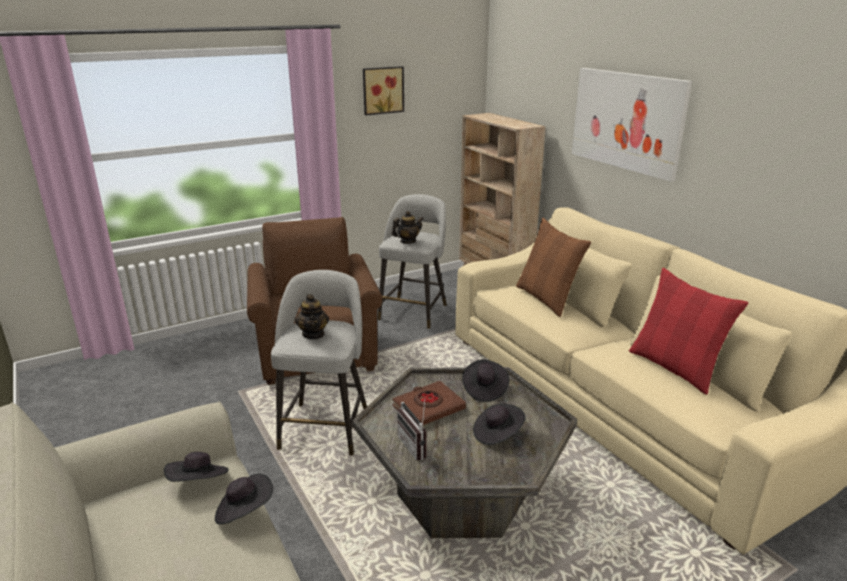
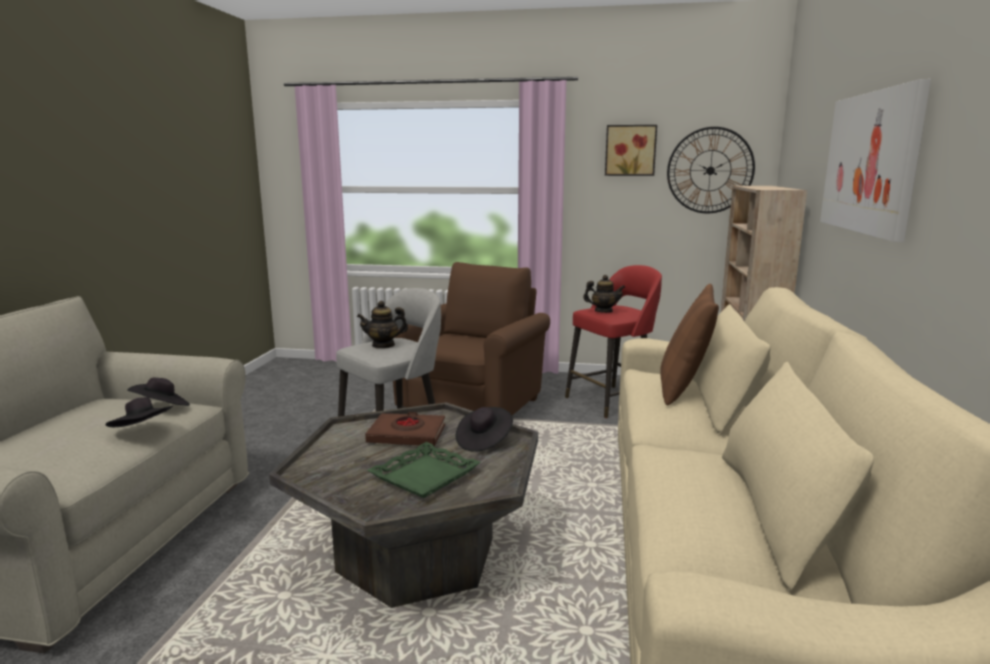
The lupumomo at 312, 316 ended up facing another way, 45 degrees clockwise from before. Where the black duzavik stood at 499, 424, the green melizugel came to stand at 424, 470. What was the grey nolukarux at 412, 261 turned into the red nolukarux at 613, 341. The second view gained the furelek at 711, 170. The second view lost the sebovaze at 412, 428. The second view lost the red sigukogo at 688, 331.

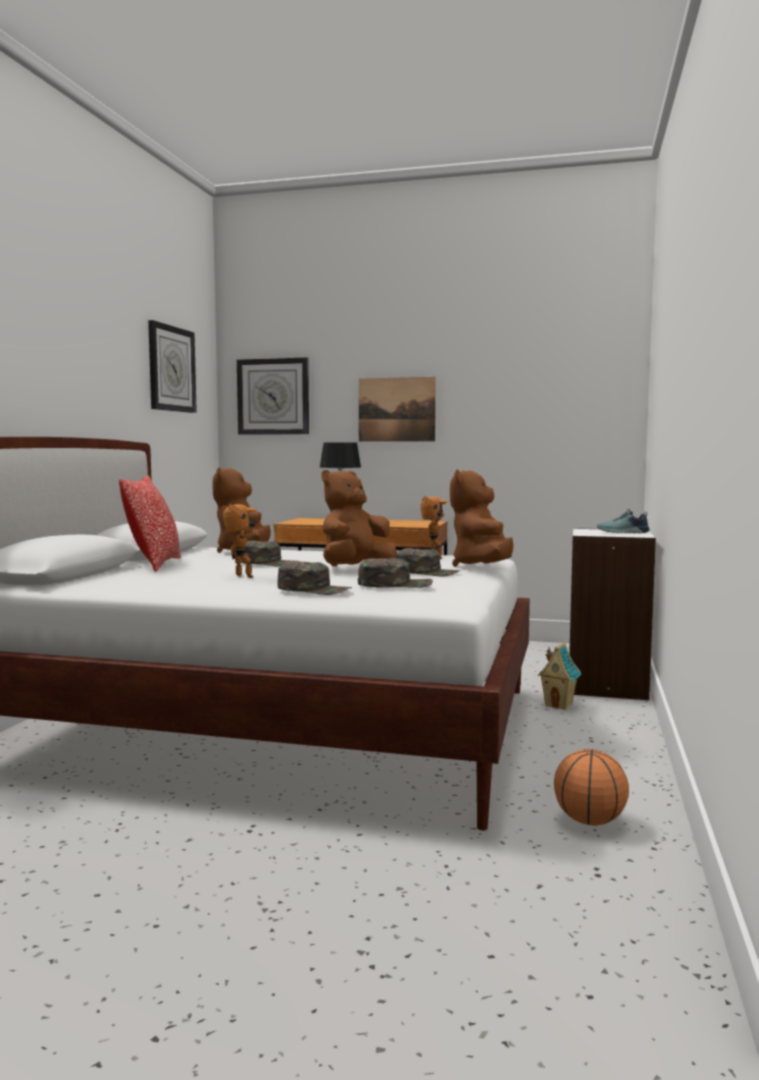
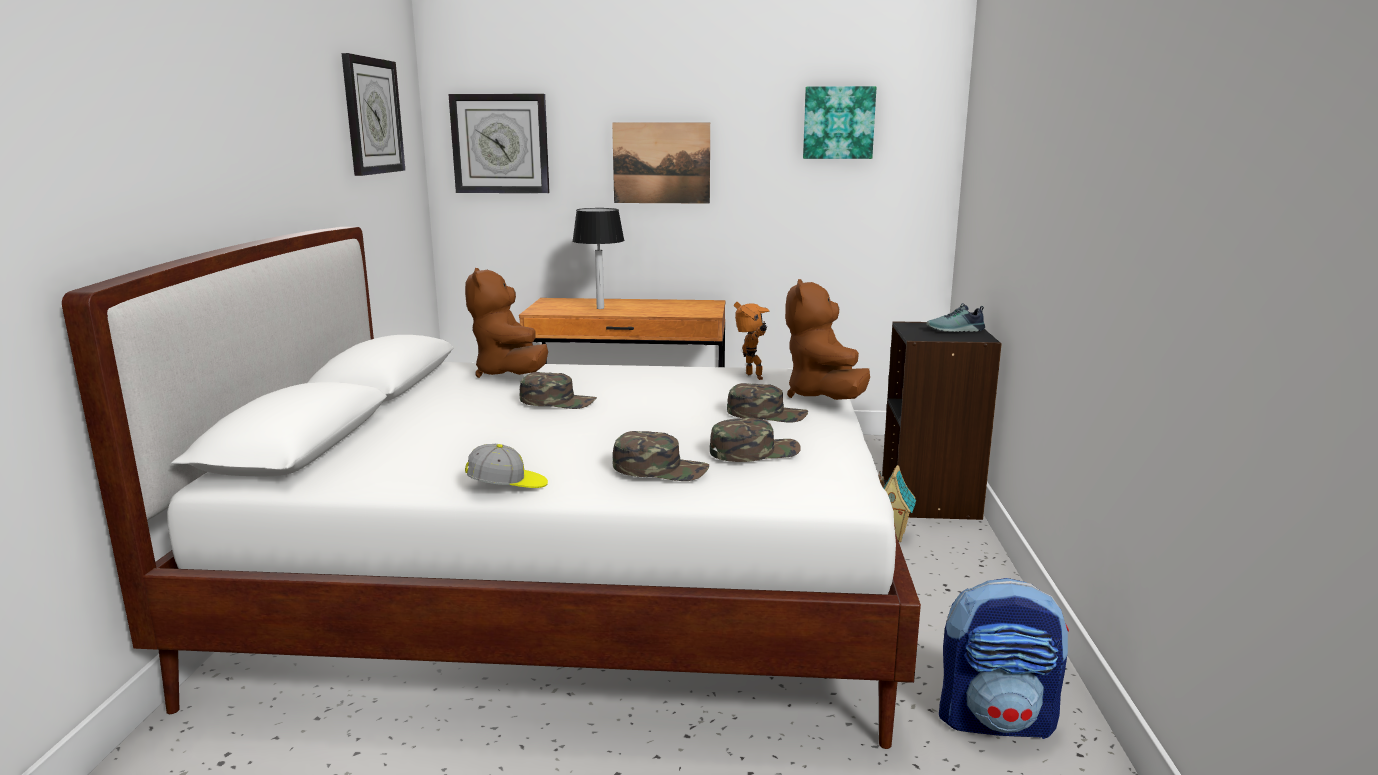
The second view gained the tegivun at 506, 466. The second view gained the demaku at 839, 122. What was the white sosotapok at 612, 614 turned into the black sosotapok at 942, 420. Where the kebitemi stood at 591, 787, the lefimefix came to stand at 1004, 658. The second view lost the sigukogo at 150, 524. The second view lost the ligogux at 238, 541. The second view lost the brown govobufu at 359, 518.

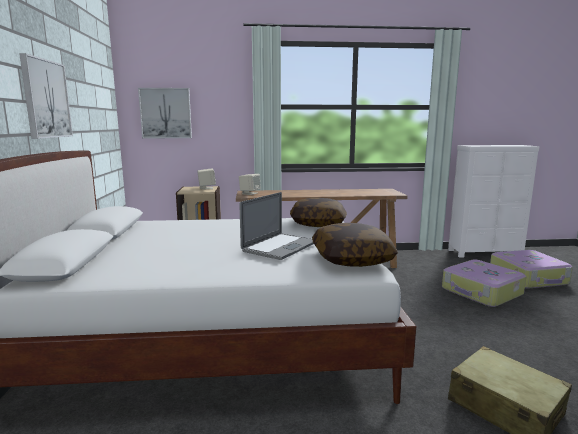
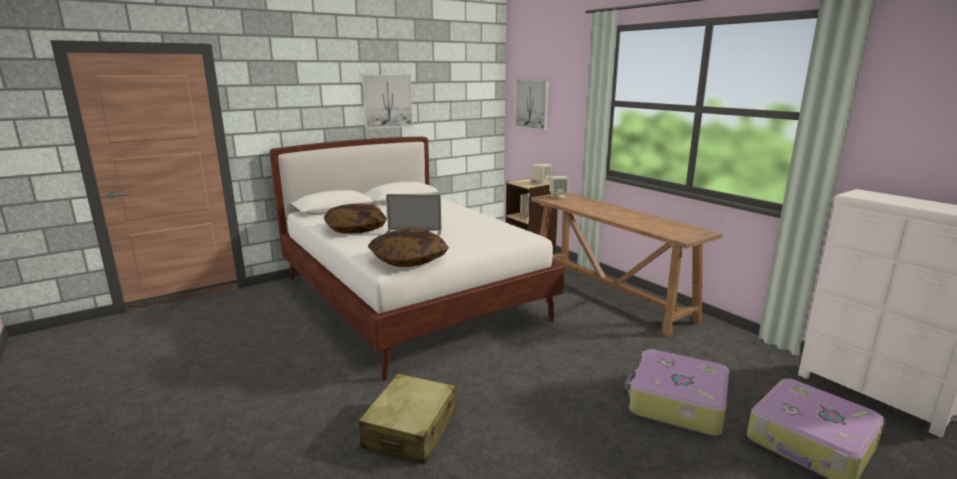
The sigukogo ended up elsewhere, having gone from 318, 212 to 355, 218.

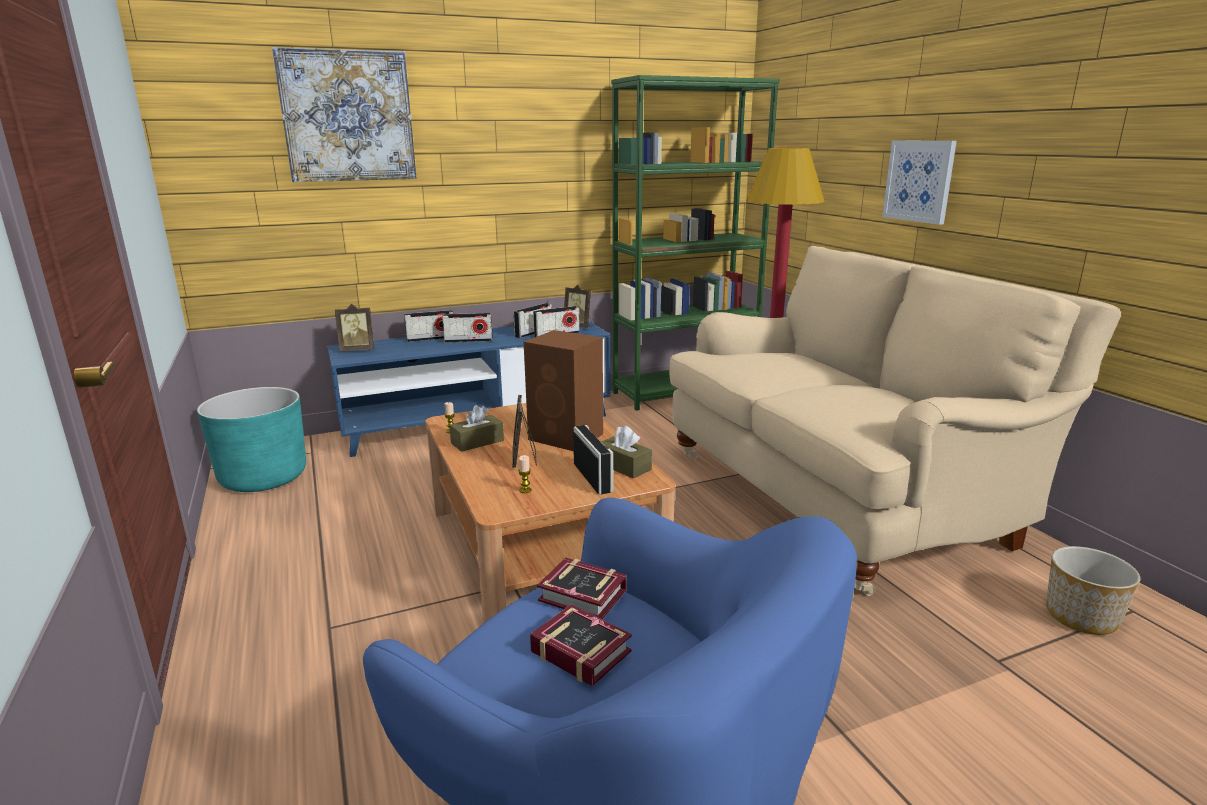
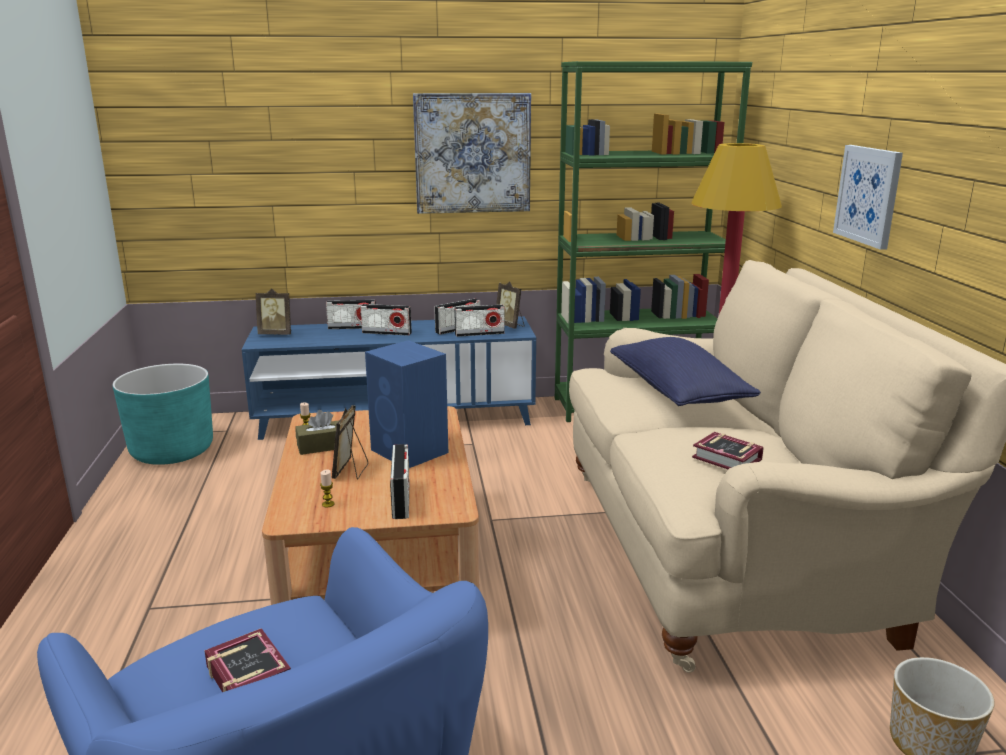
What was the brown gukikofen at 563, 390 turned into the blue gukikofen at 406, 404. The demaku ended up elsewhere, having gone from 344, 114 to 472, 153. The second view gained the blue sigukogo at 685, 371. The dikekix ended up elsewhere, having gone from 581, 588 to 728, 450. The second view lost the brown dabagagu at 626, 452.

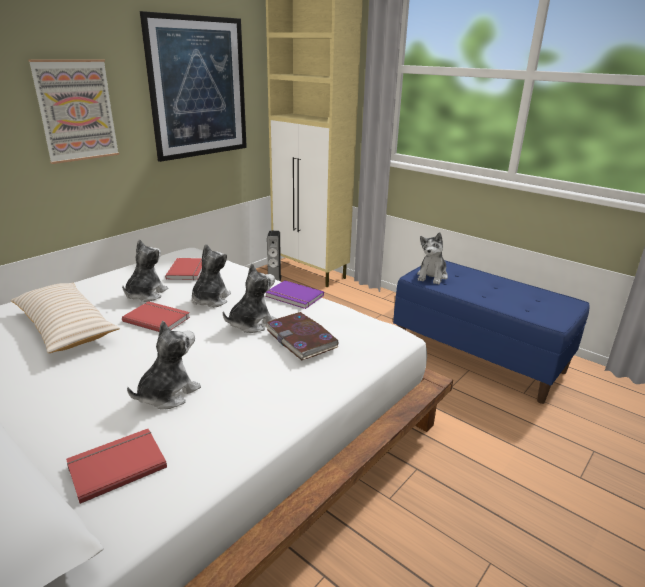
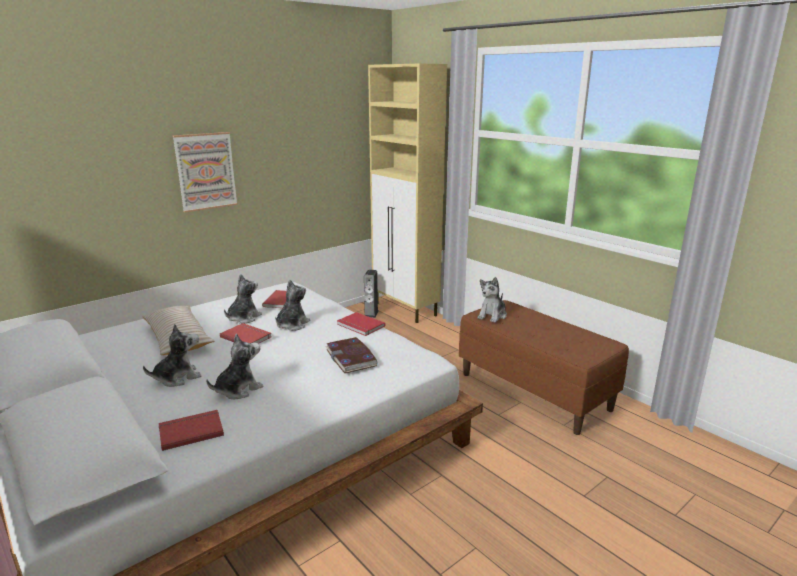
The govobufu ended up elsewhere, having gone from 249, 298 to 172, 355. What was the purple dikekix at 294, 294 turned into the red dikekix at 361, 324. What was the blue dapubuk at 491, 332 turned into the brown dapubuk at 544, 367. The second view lost the demaku at 193, 86.

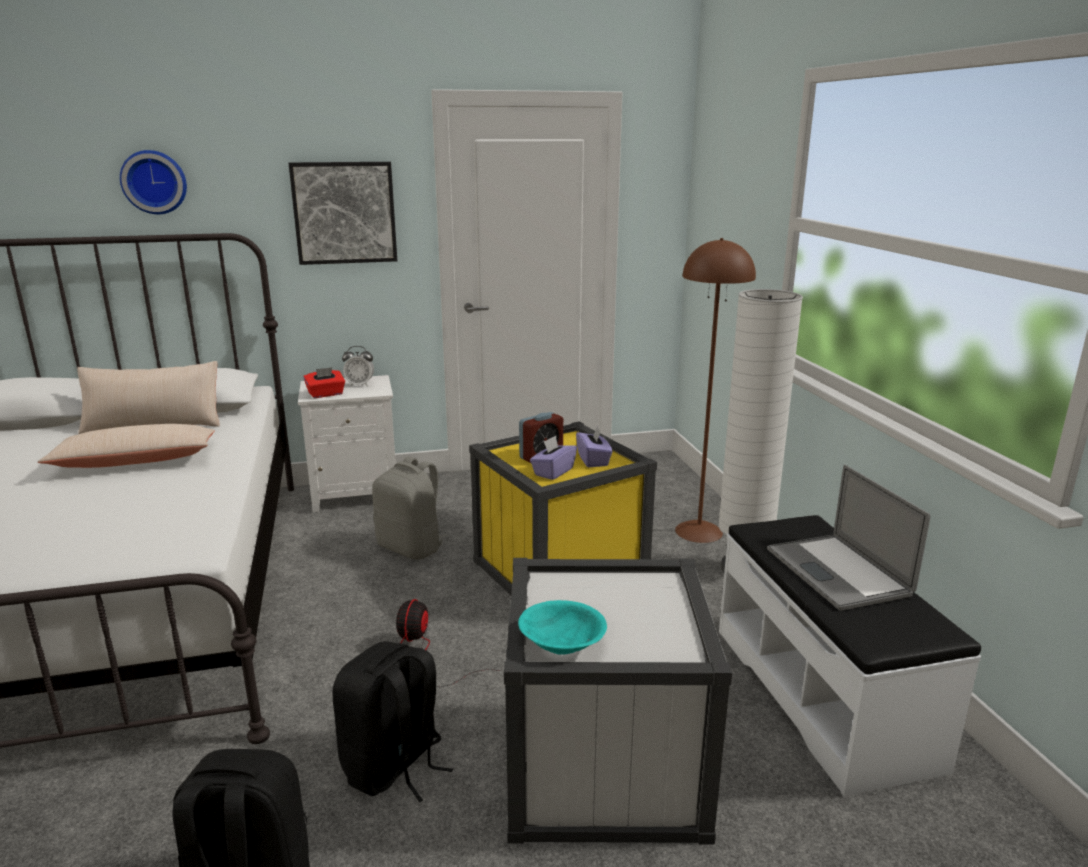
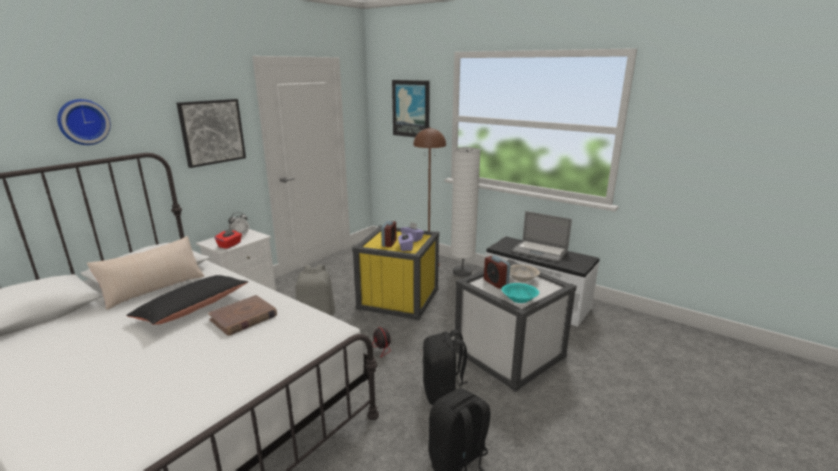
What was the beige sigukogo at 126, 446 turned into the black sigukogo at 187, 300. The second view gained the brown dikekix at 242, 315. The second view gained the demaku at 411, 108. The second view gained the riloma at 497, 272. The second view gained the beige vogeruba at 525, 273.

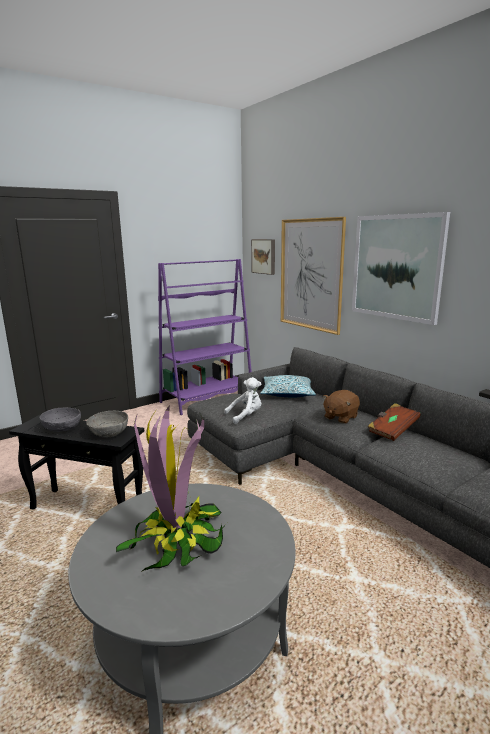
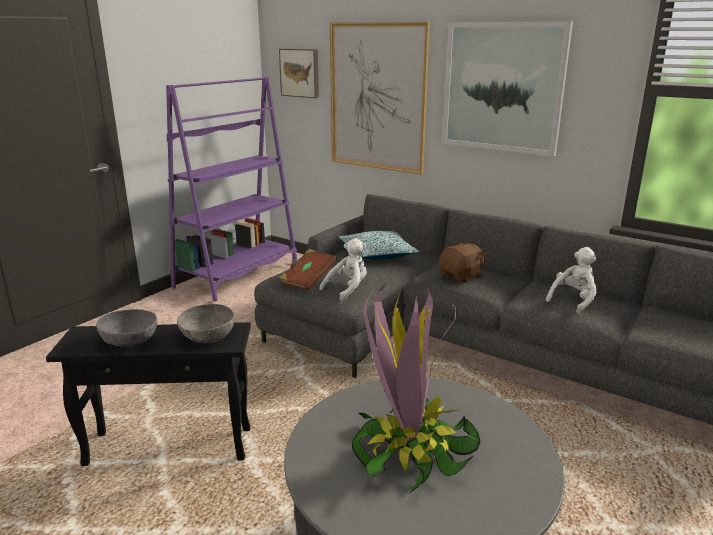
The brown dikekix ended up elsewhere, having gone from 394, 422 to 308, 270. The brown govobufu at 341, 407 ended up facing another way, 150 degrees counterclockwise from before. The second view gained the white govobufu at 571, 280.

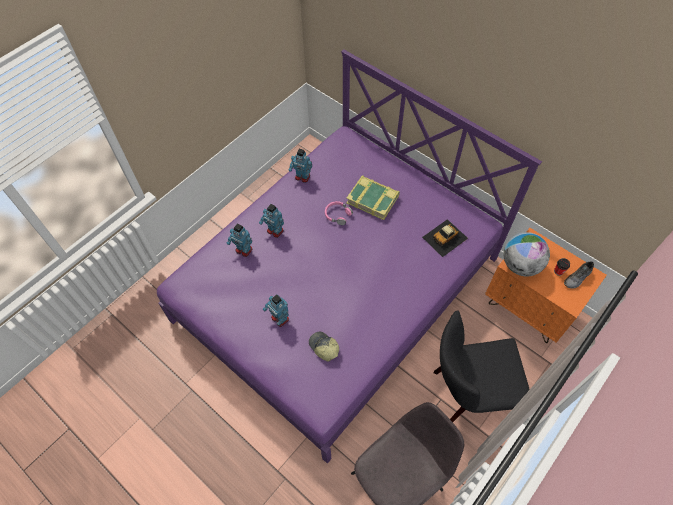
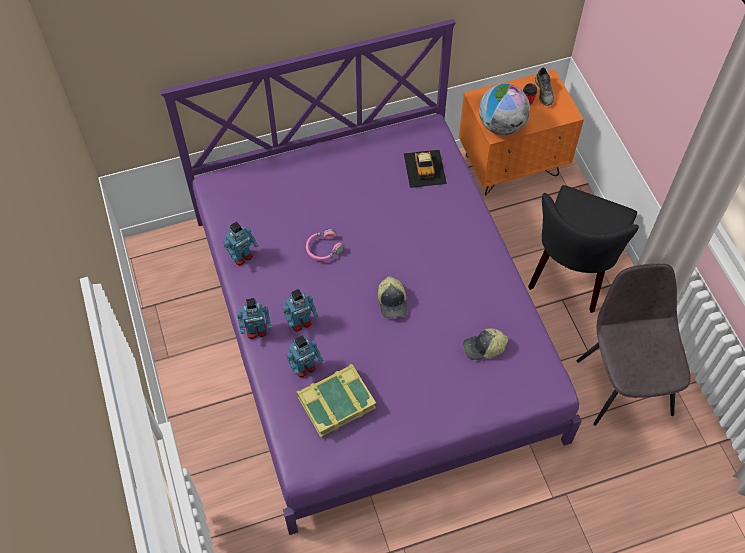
The ligogux ended up elsewhere, having gone from 276, 310 to 254, 318. The dikekix ended up elsewhere, having gone from 373, 197 to 336, 401. The second view gained the tegivun at 392, 297.

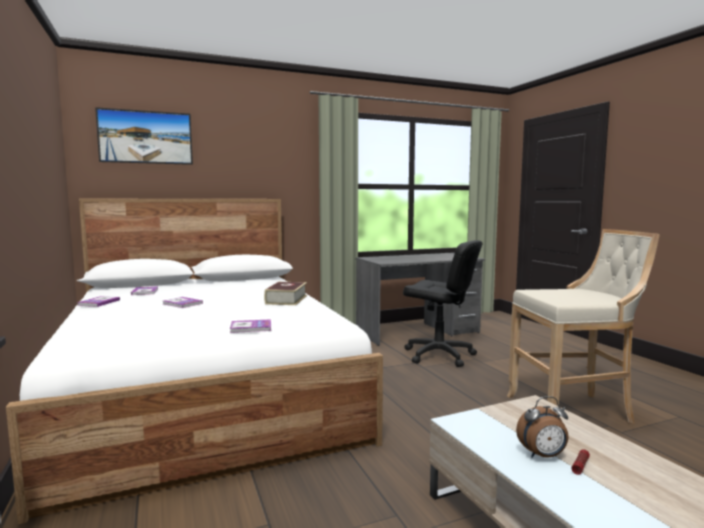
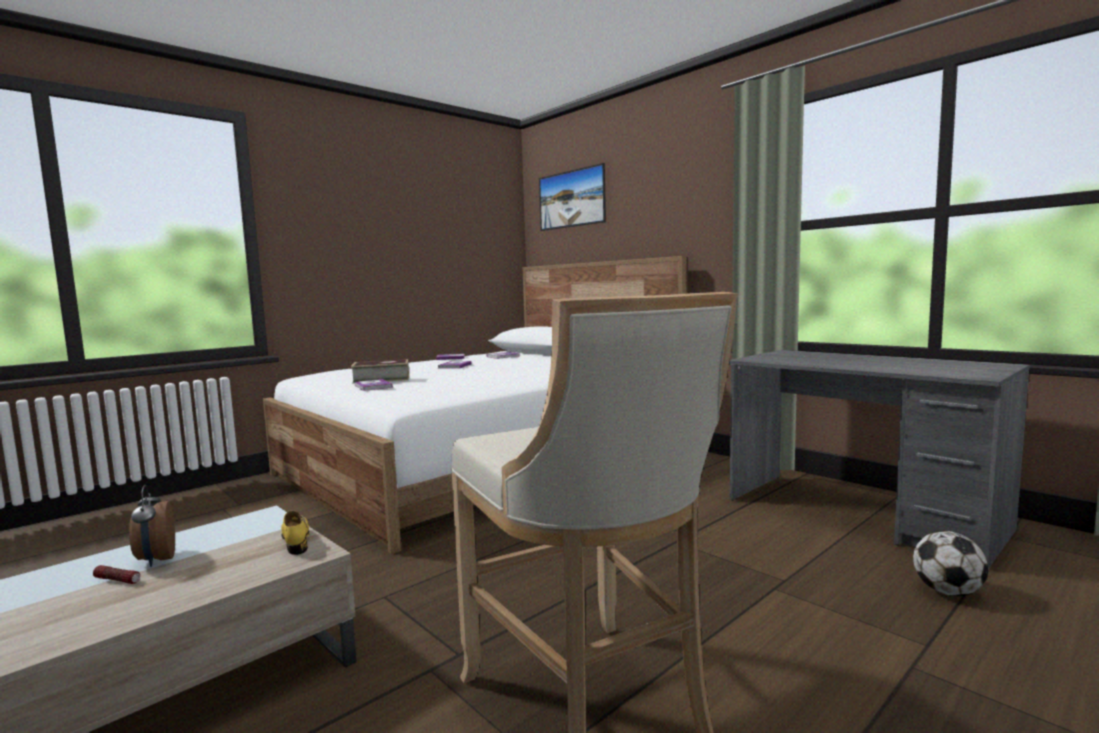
The second view gained the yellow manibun at 295, 533. The dikekix ended up elsewhere, having gone from 285, 293 to 380, 371. The second view gained the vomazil at 950, 563. The second view lost the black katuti at 442, 303.

